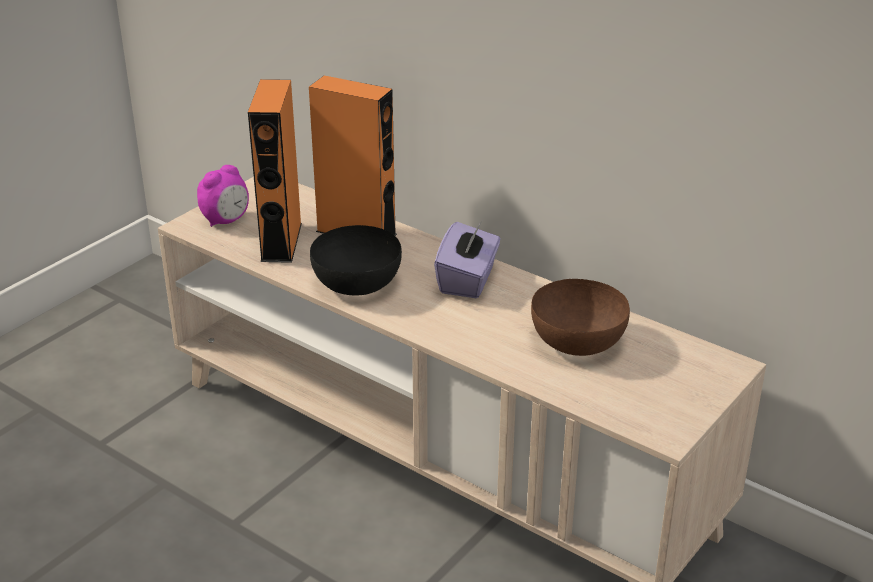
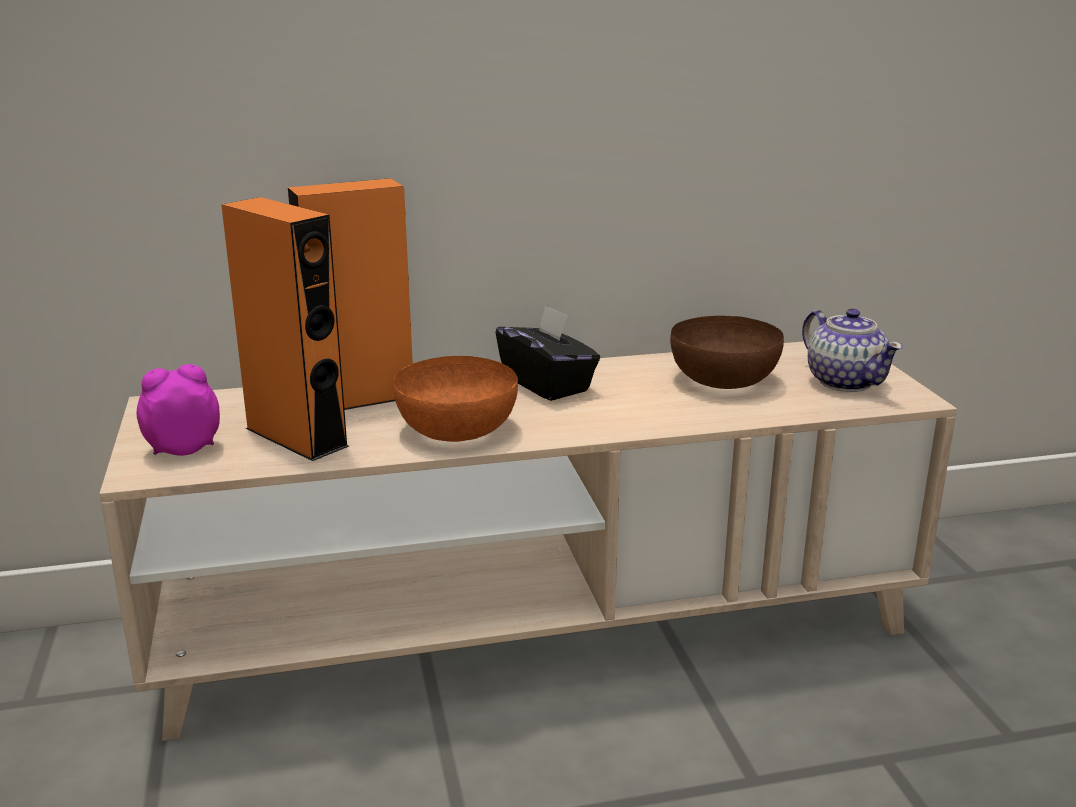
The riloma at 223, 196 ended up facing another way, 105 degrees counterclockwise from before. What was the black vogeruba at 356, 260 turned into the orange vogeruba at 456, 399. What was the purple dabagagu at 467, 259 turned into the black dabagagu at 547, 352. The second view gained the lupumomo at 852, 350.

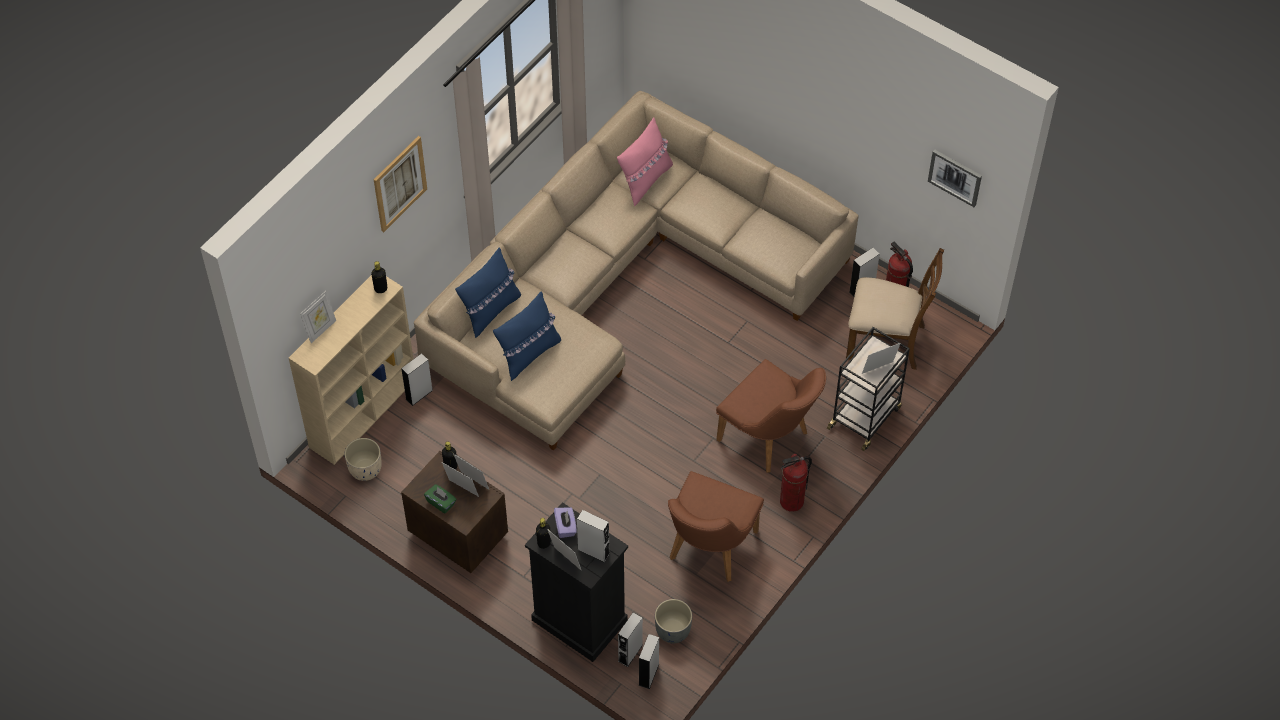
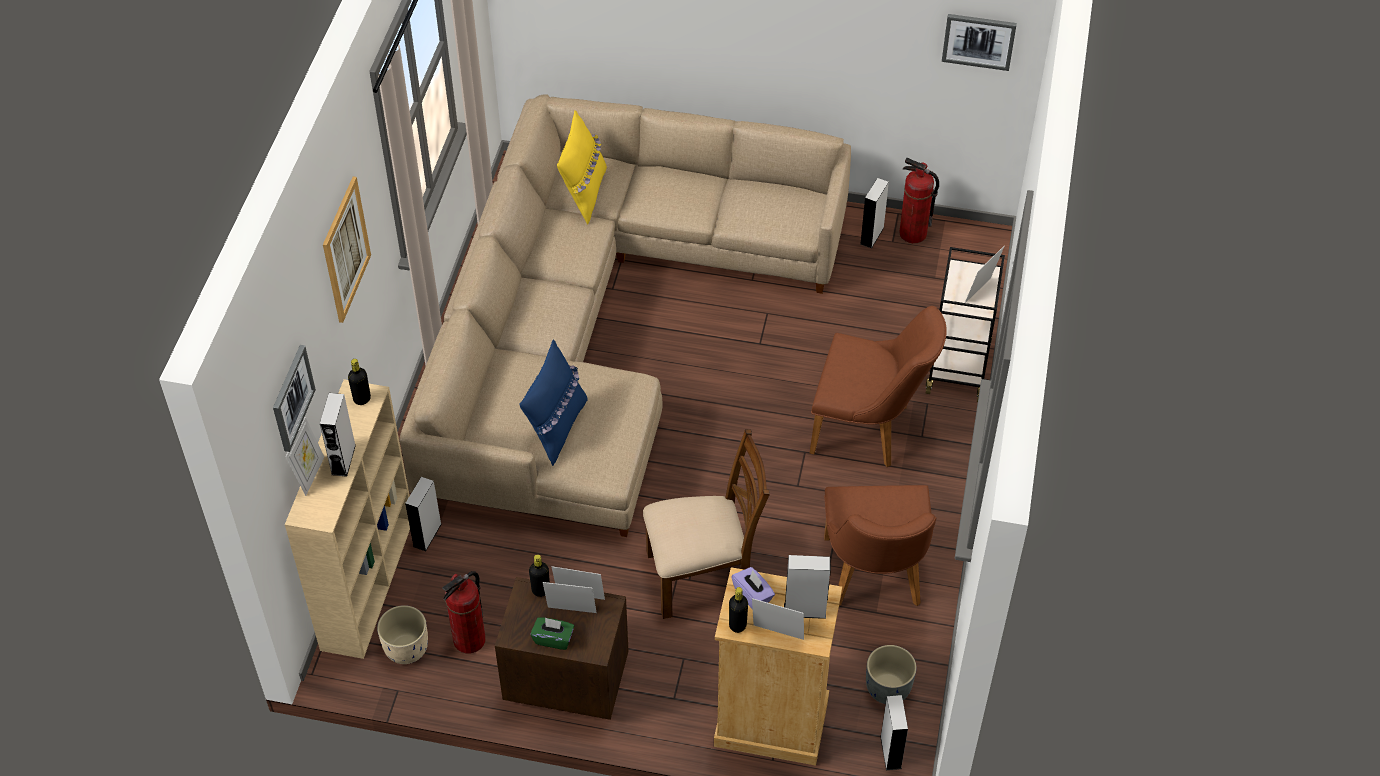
The second view gained the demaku at 294, 398. The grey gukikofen ended up elsewhere, having gone from 630, 639 to 338, 435. The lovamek ended up elsewhere, having gone from 796, 483 to 464, 612. What was the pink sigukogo at 645, 162 turned into the yellow sigukogo at 582, 167. The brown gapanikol ended up elsewhere, having gone from 895, 309 to 706, 524. What was the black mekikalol at 576, 582 turned into the beige mekikalol at 778, 666. The second view lost the blue sigukogo at 488, 292.

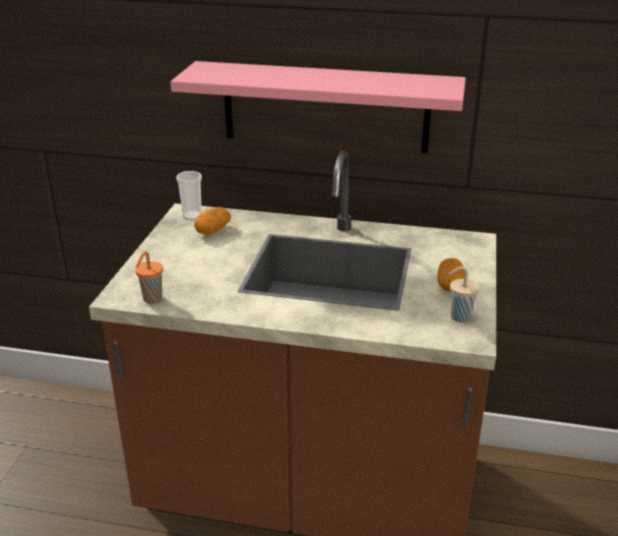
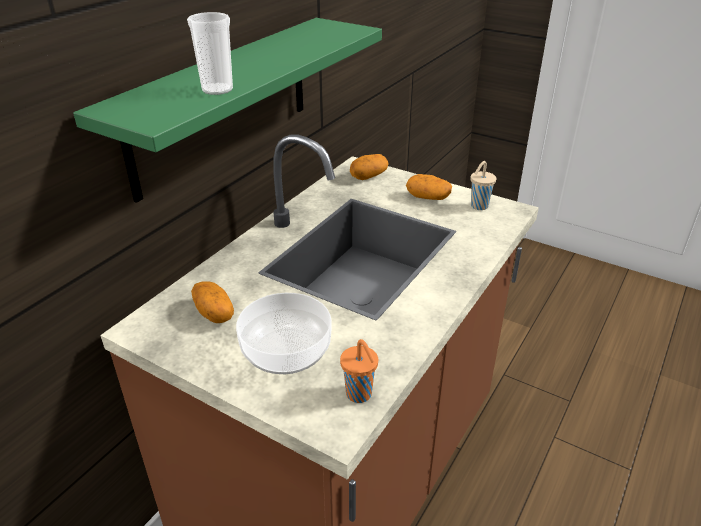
What was the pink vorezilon at 318, 107 turned into the green vorezilon at 227, 110. The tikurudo ended up elsewhere, having gone from 189, 195 to 210, 53. The second view gained the vogeruba at 284, 333. The second view gained the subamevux at 369, 167.

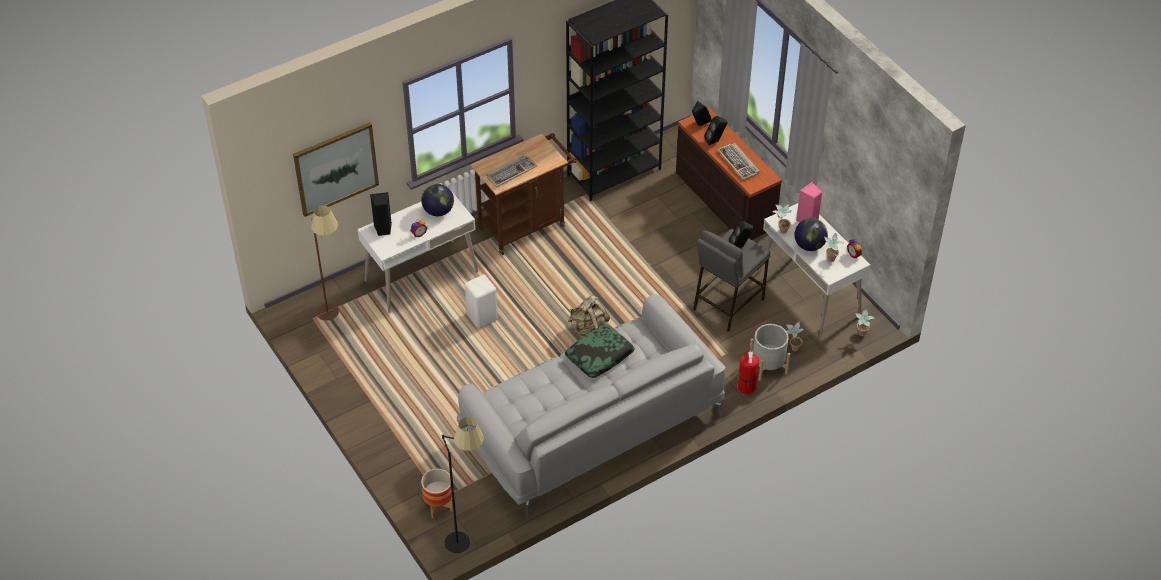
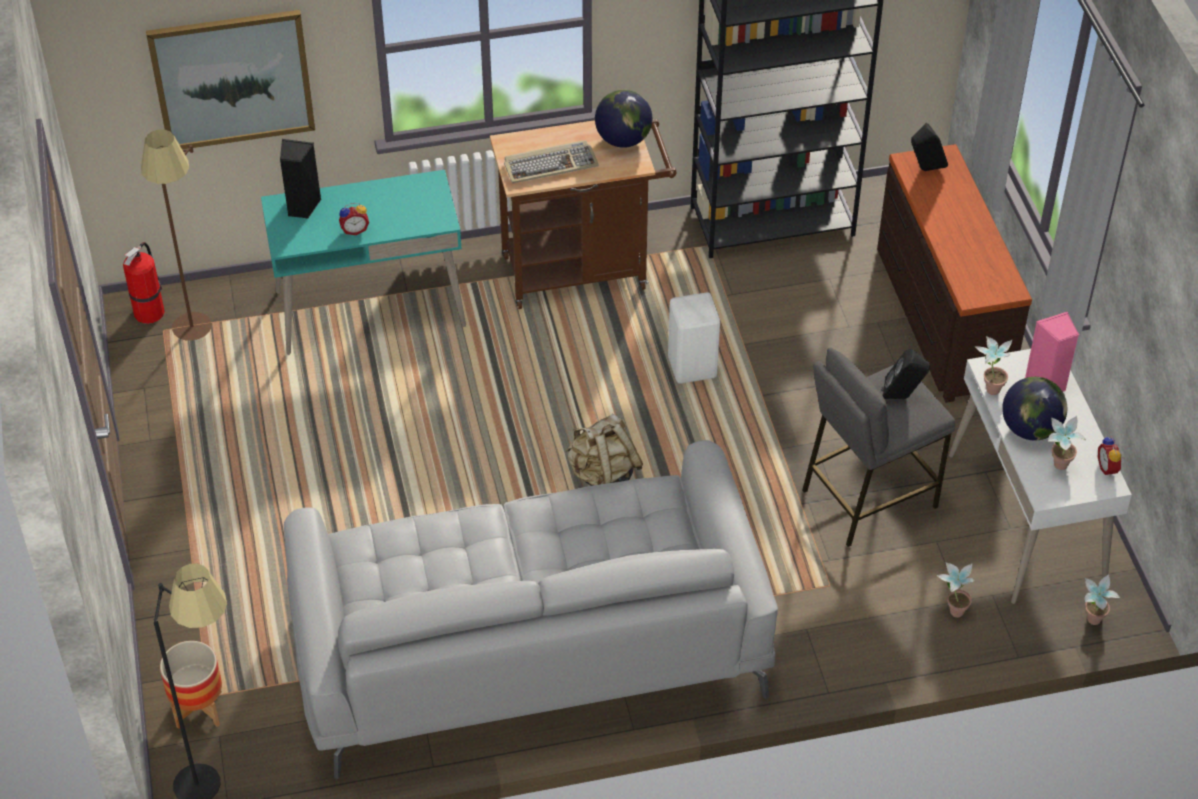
The lovamek ended up elsewhere, having gone from 748, 370 to 144, 283. What was the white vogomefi at 418, 252 turned into the turquoise vogomefi at 363, 262. The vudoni ended up elsewhere, having gone from 437, 200 to 623, 119. The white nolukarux ended up elsewhere, having gone from 481, 301 to 694, 338. The second view lost the sigukogo at 600, 351. The second view lost the black gukikofen at 715, 130. The second view lost the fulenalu at 738, 161. The second view lost the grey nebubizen at 770, 352.

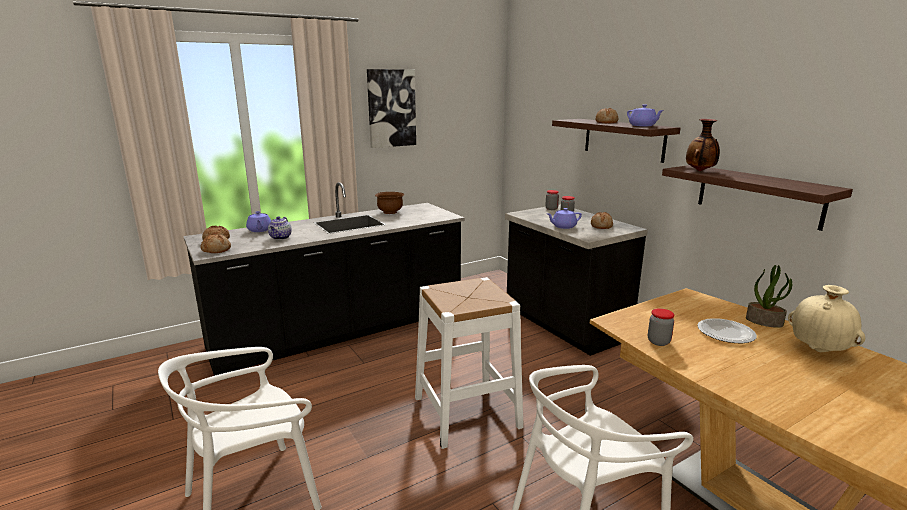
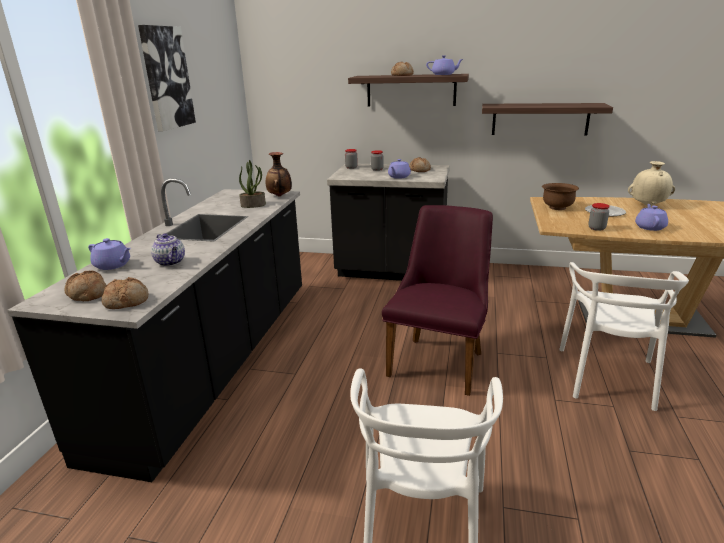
The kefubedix ended up elsewhere, having gone from 769, 296 to 252, 184. The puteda ended up elsewhere, having gone from 703, 145 to 279, 174. Where the white nolukarux stood at 469, 363, the purple gapanikol came to stand at 437, 300. The brown vogeruba ended up elsewhere, having gone from 389, 203 to 560, 196. The second view gained the purple lupumomo at 651, 217.

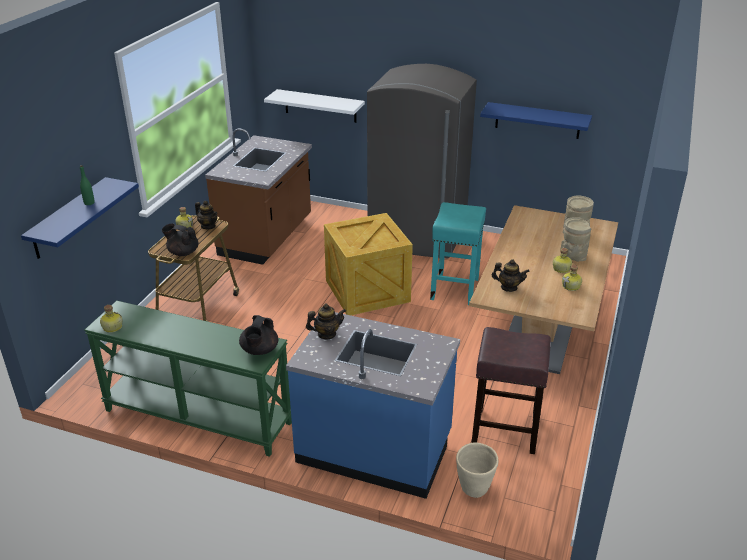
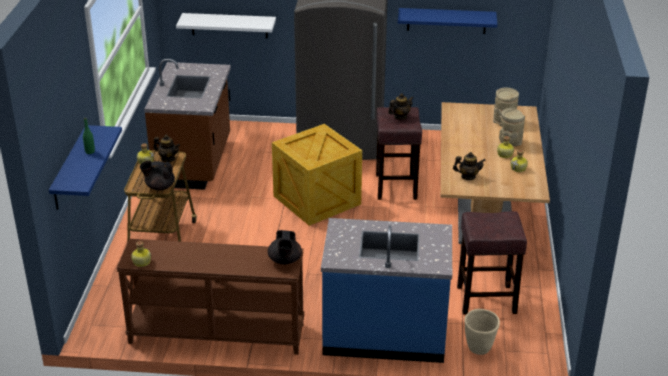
What was the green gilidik at 188, 379 turned into the brown gilidik at 210, 297. What was the turquoise nolukarux at 458, 253 turned into the brown nolukarux at 399, 153. The lupumomo ended up elsewhere, having gone from 326, 322 to 400, 106.

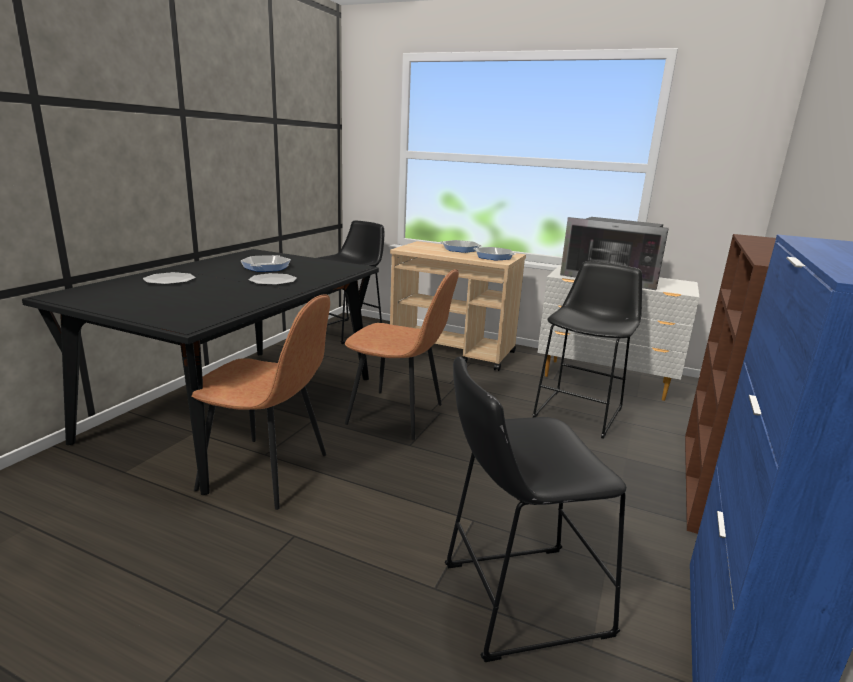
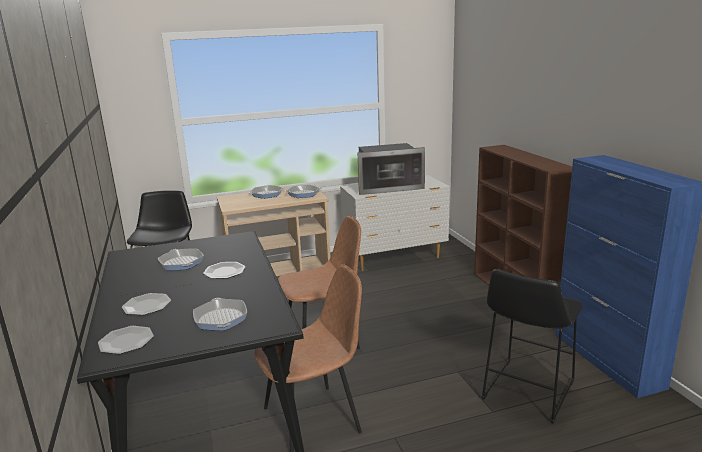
The second view gained the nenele at 126, 340. The second view gained the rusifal at 220, 314. The second view lost the black nolukarux at 587, 350.

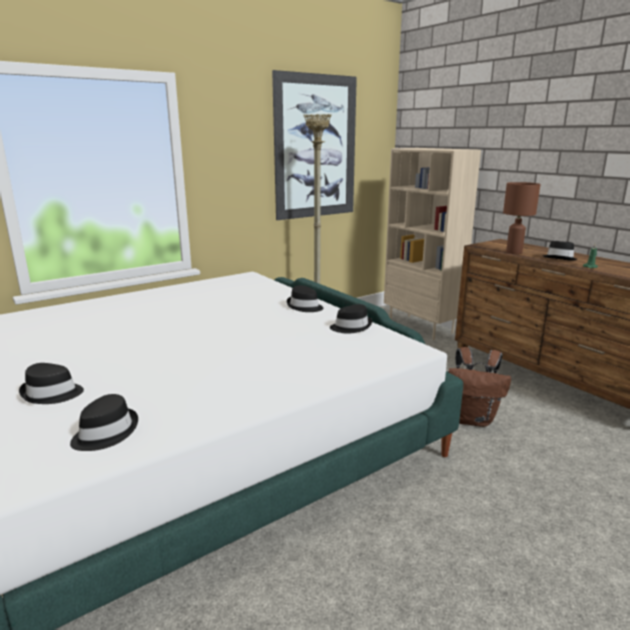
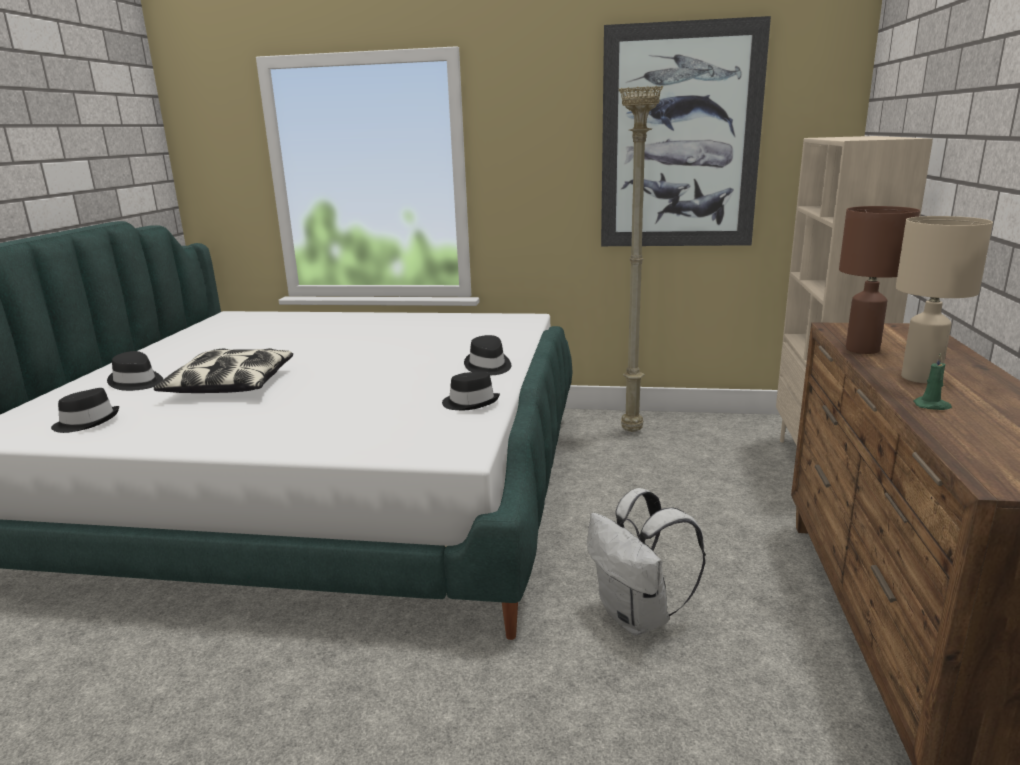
The second view gained the sigukogo at 223, 370. What was the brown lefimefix at 479, 387 turned into the white lefimefix at 646, 562. Where the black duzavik stood at 560, 251, the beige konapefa came to stand at 944, 299.

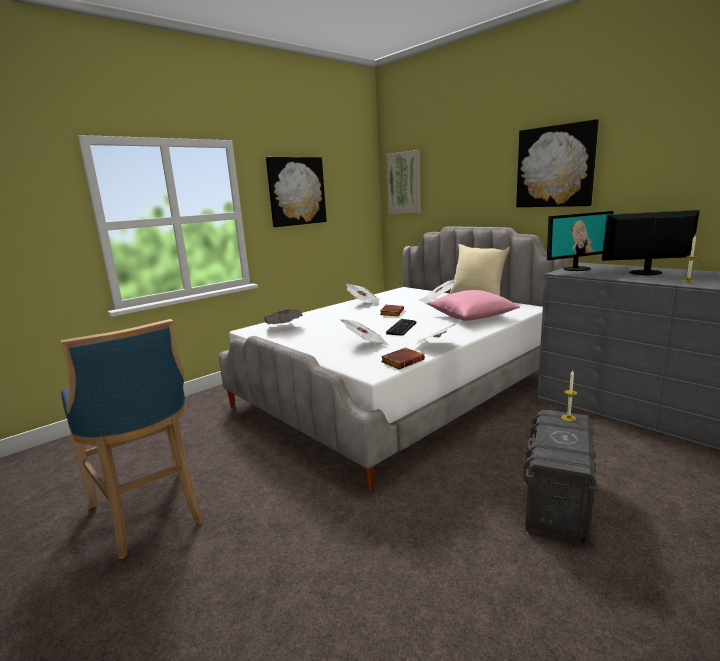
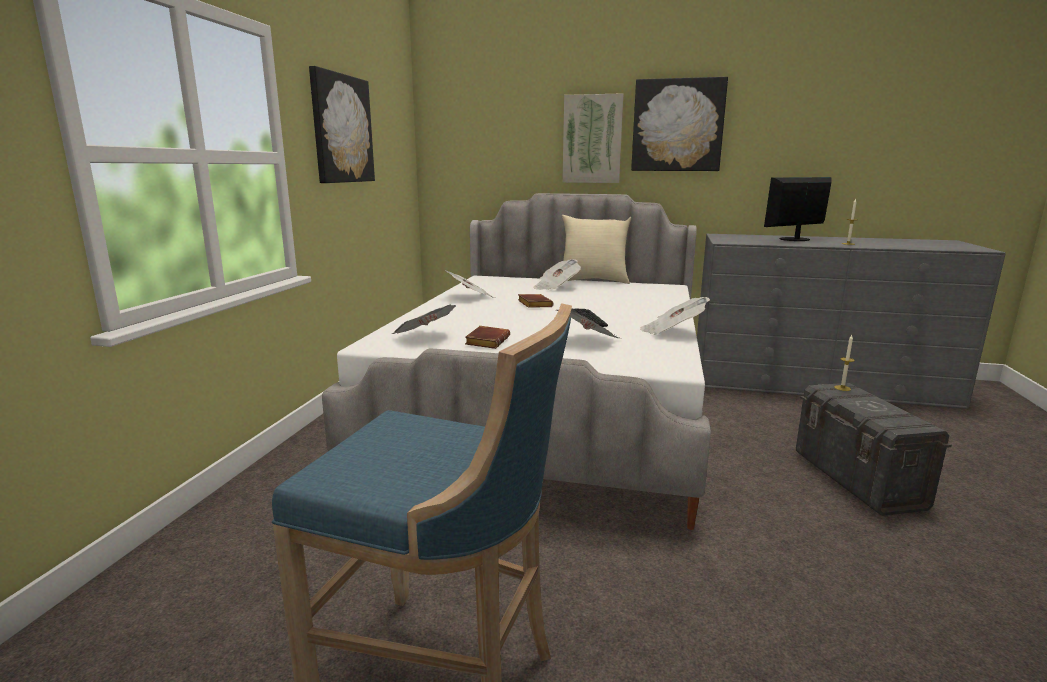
The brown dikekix ended up elsewhere, having gone from 403, 358 to 487, 337. The demaku ended up elsewhere, having gone from 404, 181 to 592, 138. The second view lost the pink sigukogo at 473, 305. The second view lost the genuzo at 580, 241.

